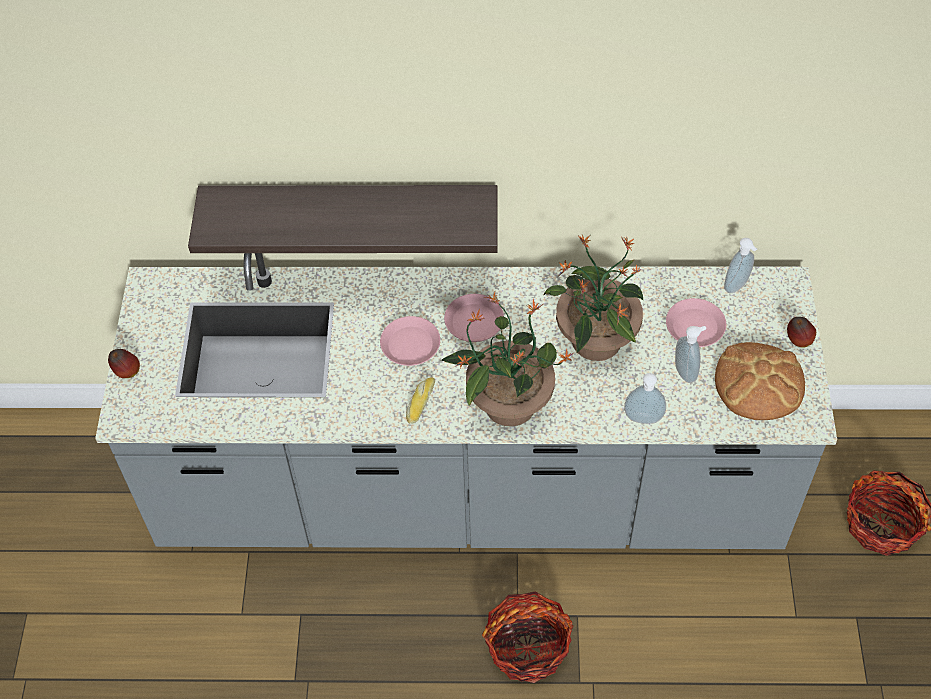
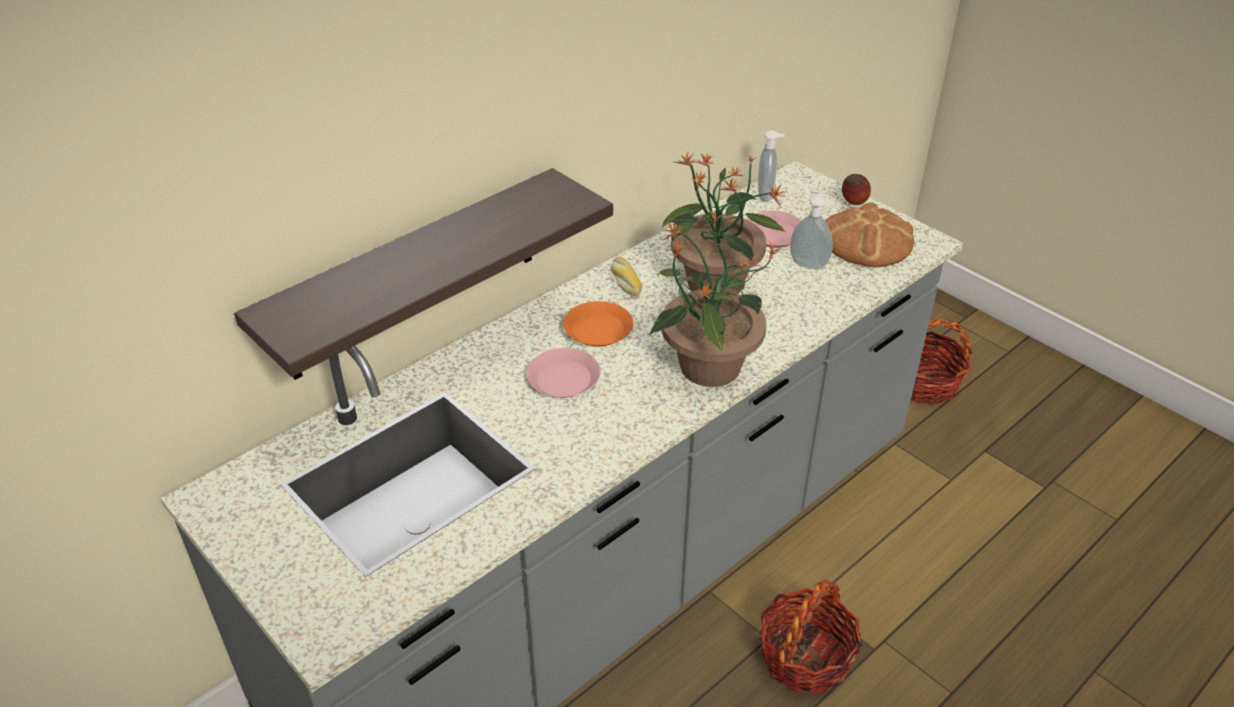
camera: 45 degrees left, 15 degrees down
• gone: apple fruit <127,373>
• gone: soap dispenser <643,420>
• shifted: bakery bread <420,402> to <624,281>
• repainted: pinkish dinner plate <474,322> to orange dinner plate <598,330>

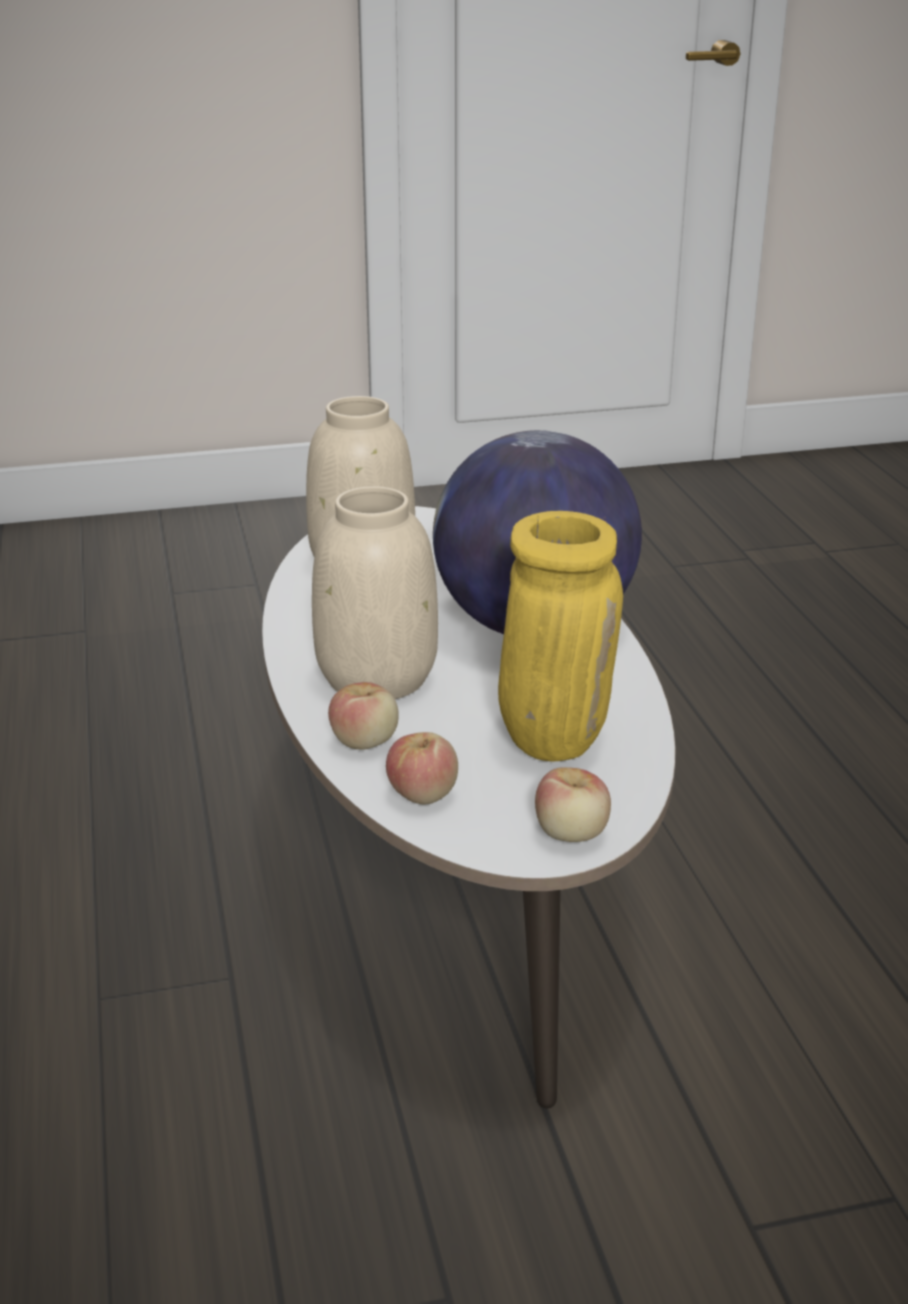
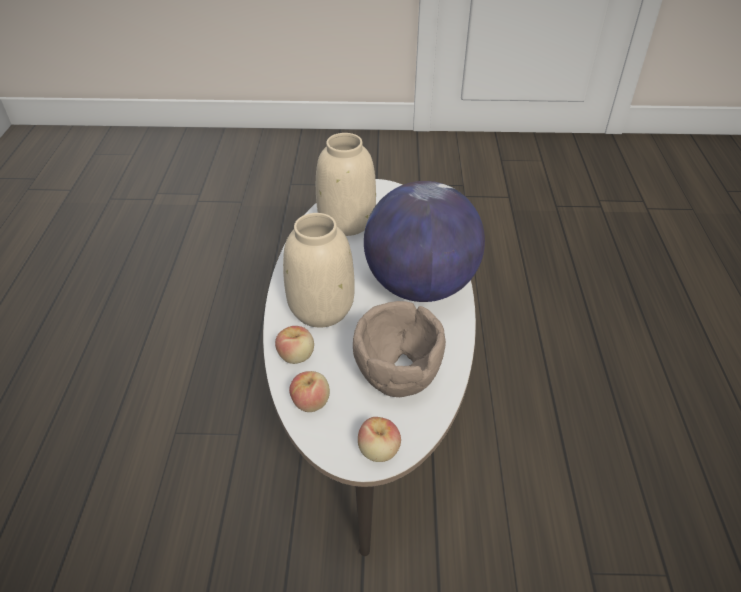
camera: 15 degrees right, 15 degrees up
• swapped: yellow flower vase <552,737> to brown serving bowl <397,373>

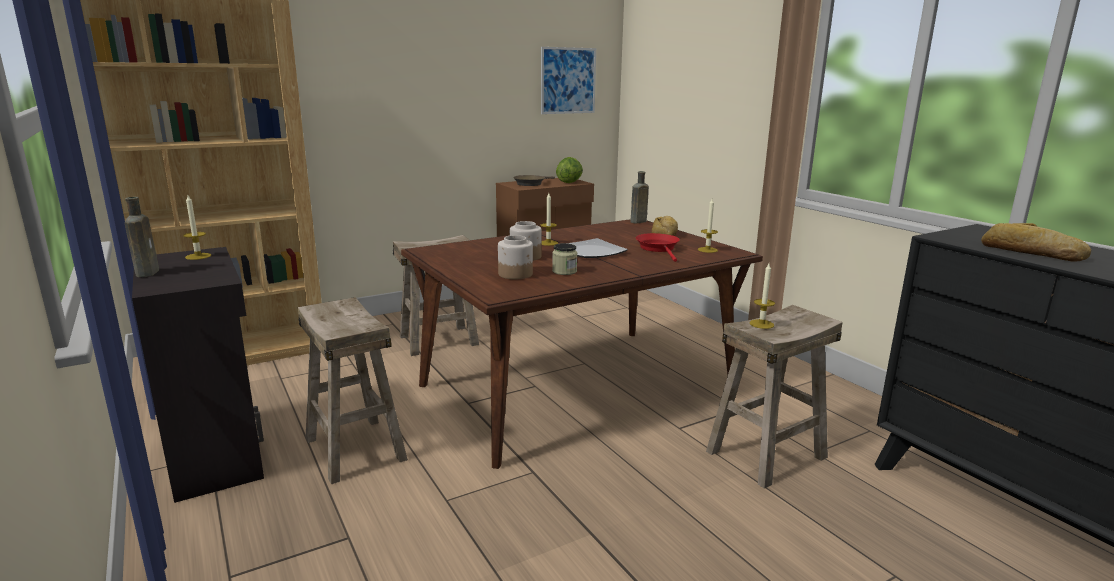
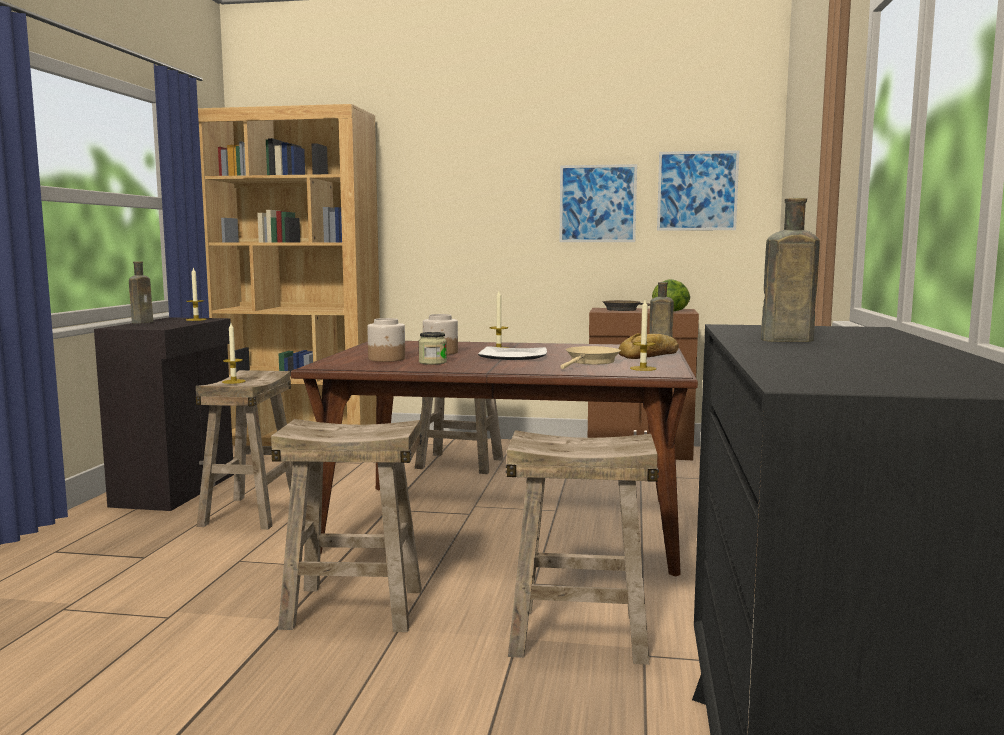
camera: 40 degrees right, 10 degrees down
• new: sand-coloured stool <352,608>
• new: picture <597,203>
• shifted: wax light <761,324> to <233,381>
• swapped: bakery bread <1030,252> to brown bottle <783,340>
• repainted: reddish frying pan <658,248> to sand-coloured frying pan <591,362>

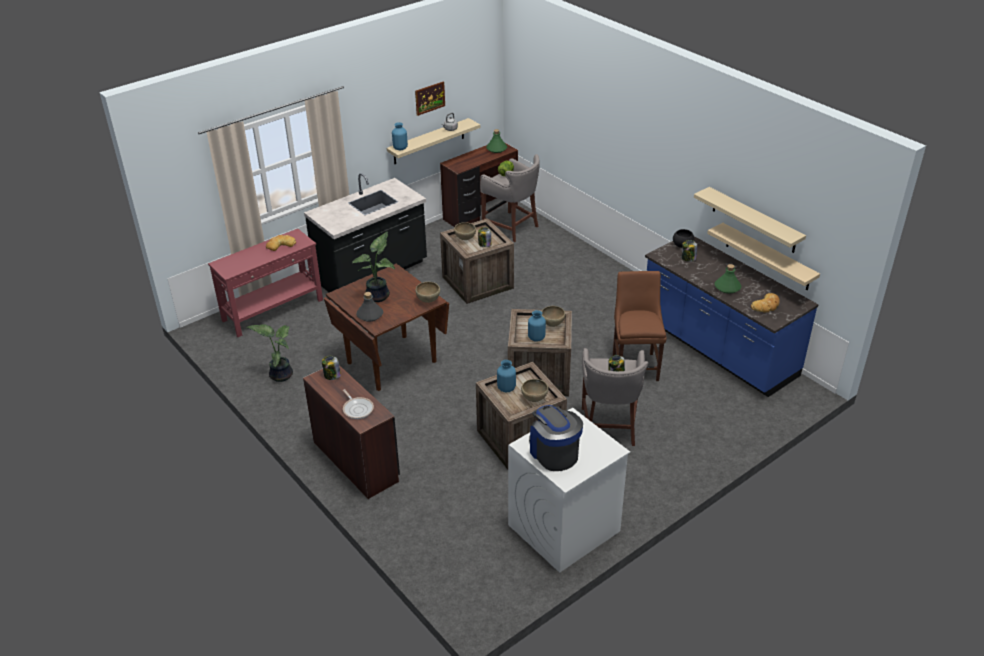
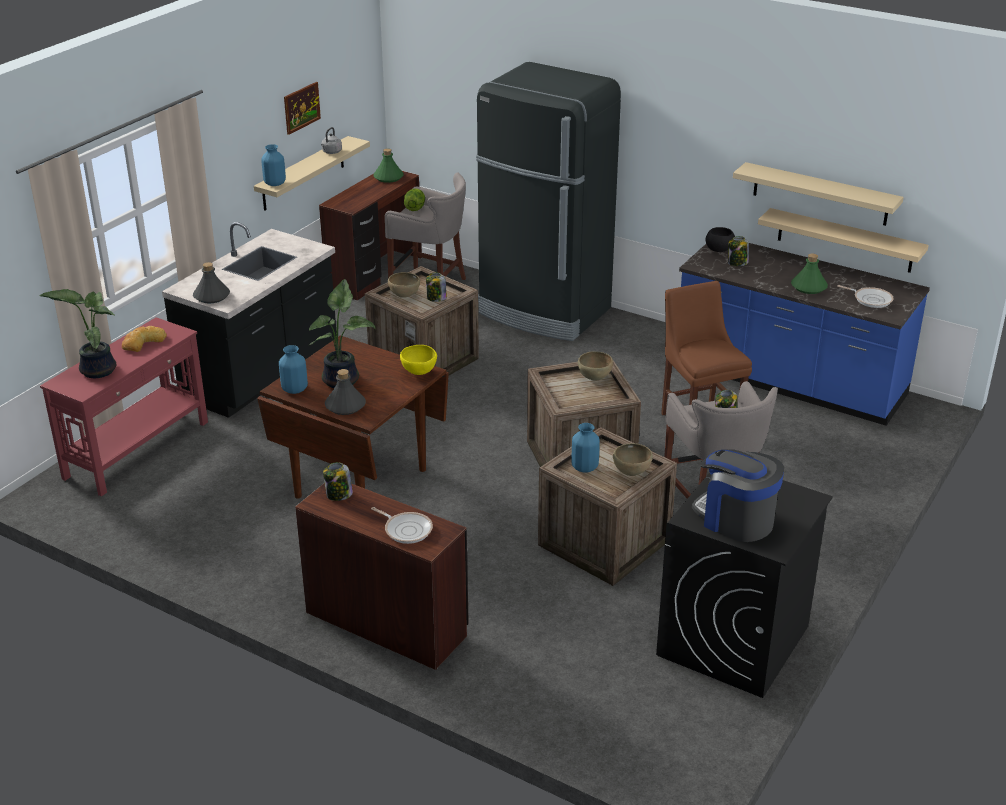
camera: 20 degrees left, 5 degrees down
• new: gray bottle <211,296>
• new: black fridge <544,312>
• shifted: plant in a pot <280,374> to <96,370>
• shifted: blue flower vase <536,338> to <294,389>
• swapped: bakery bread <766,305> to frying pan <870,299>
• repainted: brown serving bowl <428,300> to yellow serving bowl <418,373>
• repainted: whitish washing machine <563,528> to black washing machine <733,641>

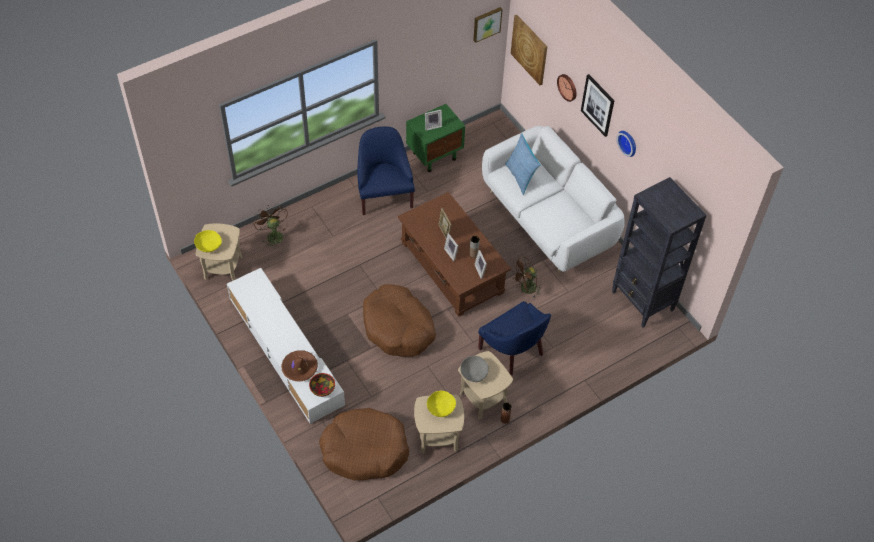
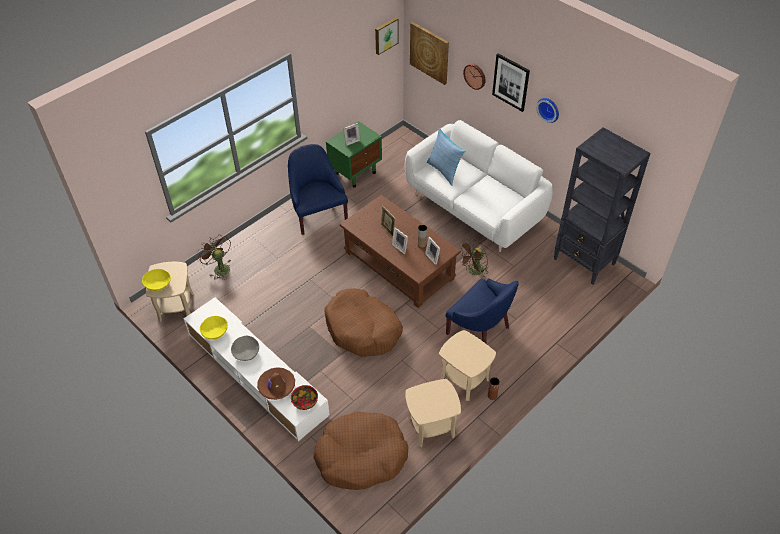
camera: 10 degrees left, 5 degrees down
• shifted: yellow serving bowl <441,408> to <215,332>
• shifted: gray serving bowl <474,373> to <246,352>

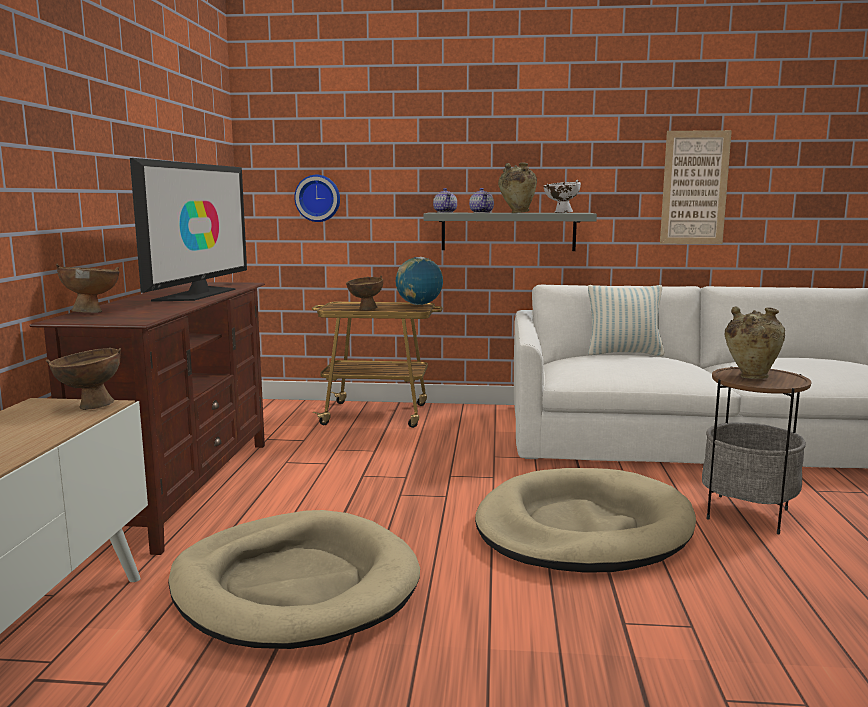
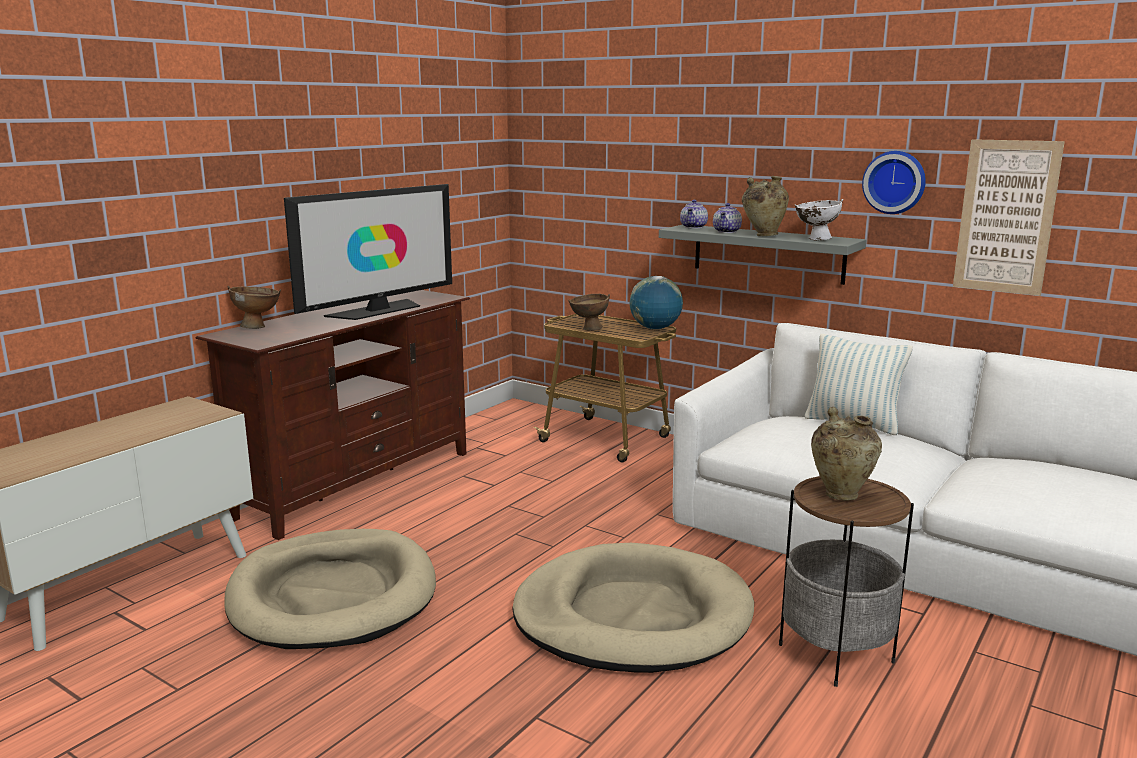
camera: 30 degrees right, 5 degrees up
• gone: brown serving bowl <88,406>
• shifted: clock on the wall <318,198> to <895,182>

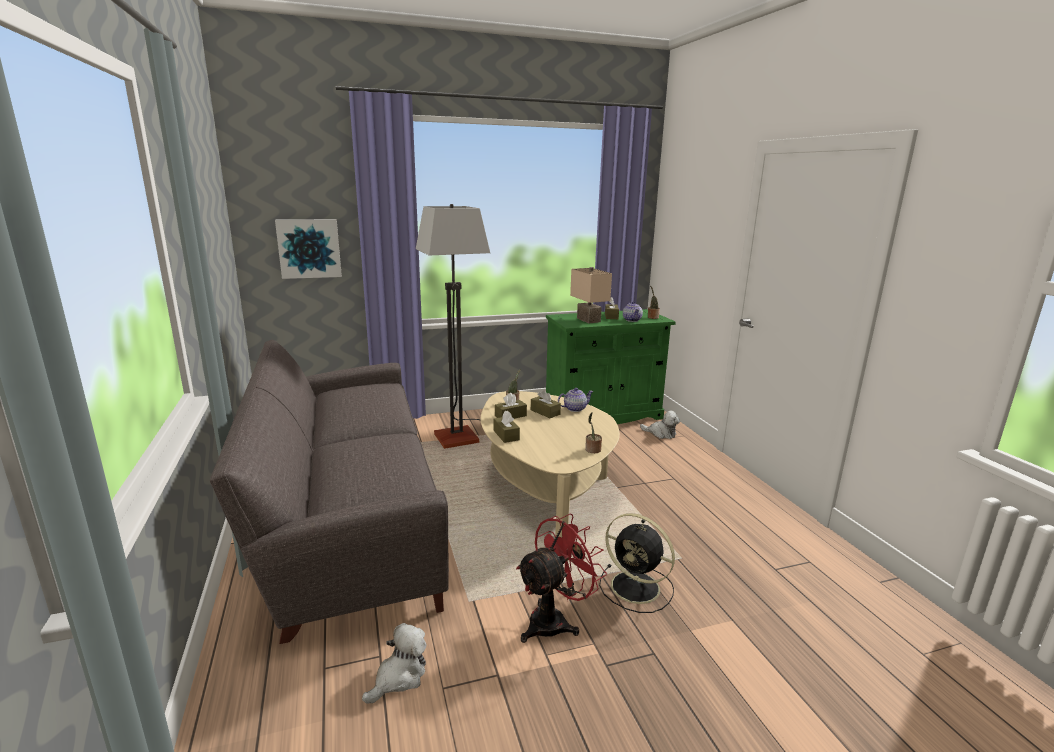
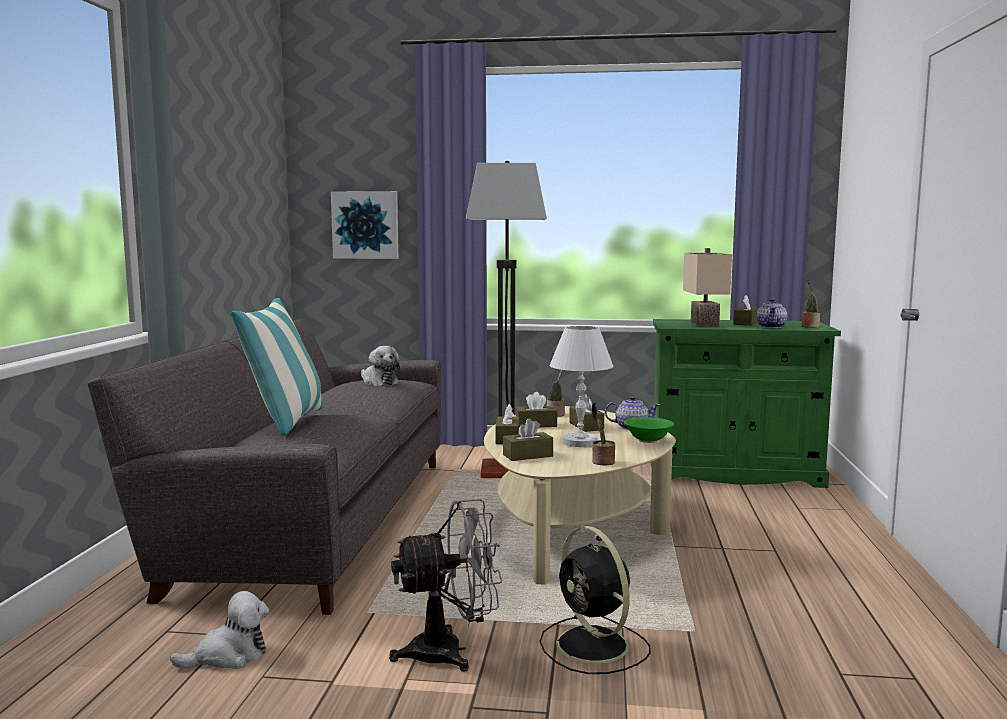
camera: 25 degrees right, 10 degrees down
• new: pillow <286,422>
• new: brown tissue box <527,455>
• new: whitish table lamp <580,442>
• new: green-coloured serving bowl <648,440>
• shifted: cuddly toy <661,433> to <378,382>
• repainted: reddish cooling fan <554,620> to gray cooling fan <450,651>

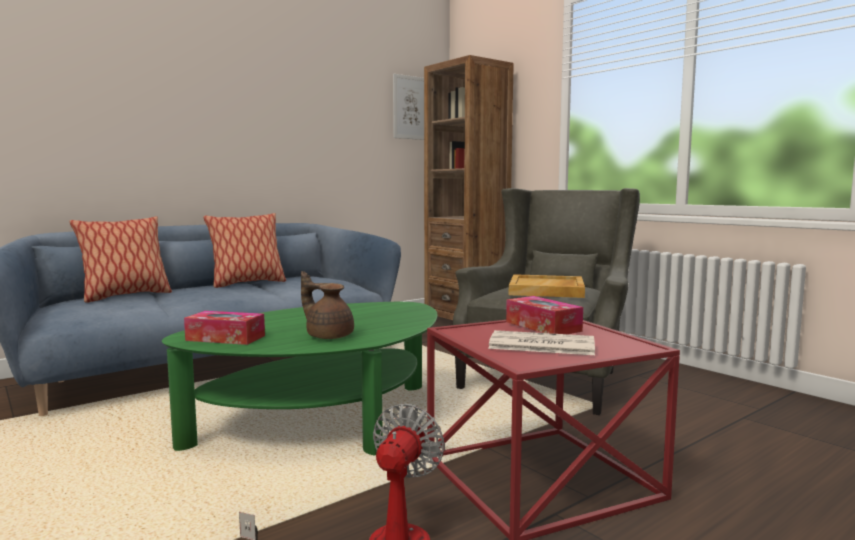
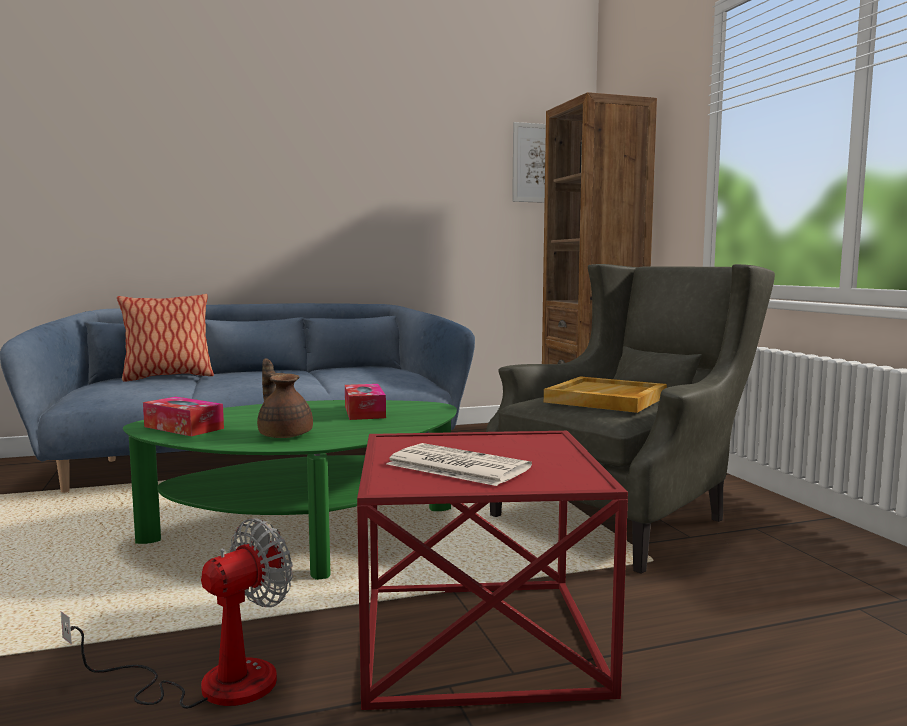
camera: 20 degrees right, 0 degrees up
• gone: pillow <247,283>
• shifted: tissue box <543,326> to <364,412>

